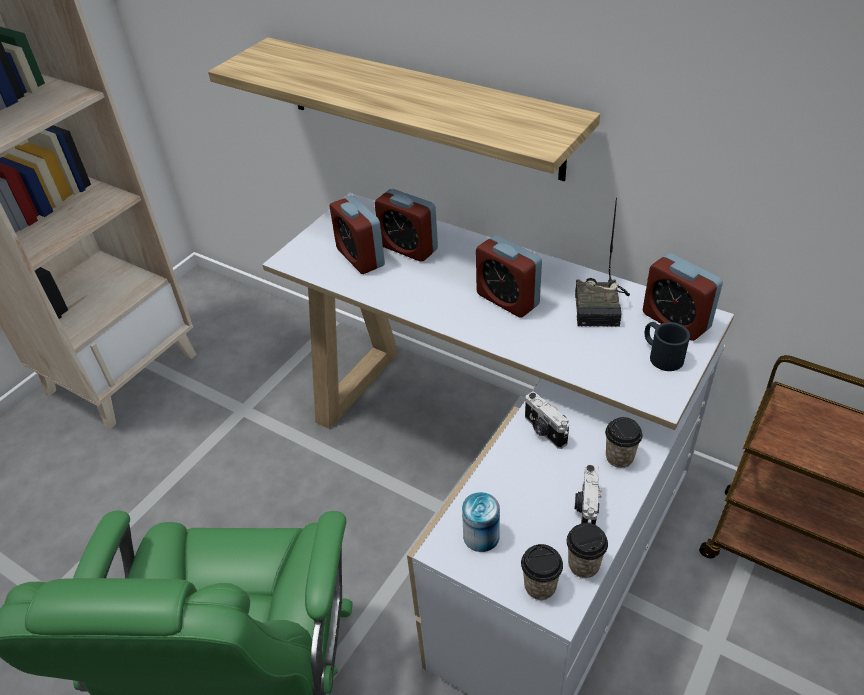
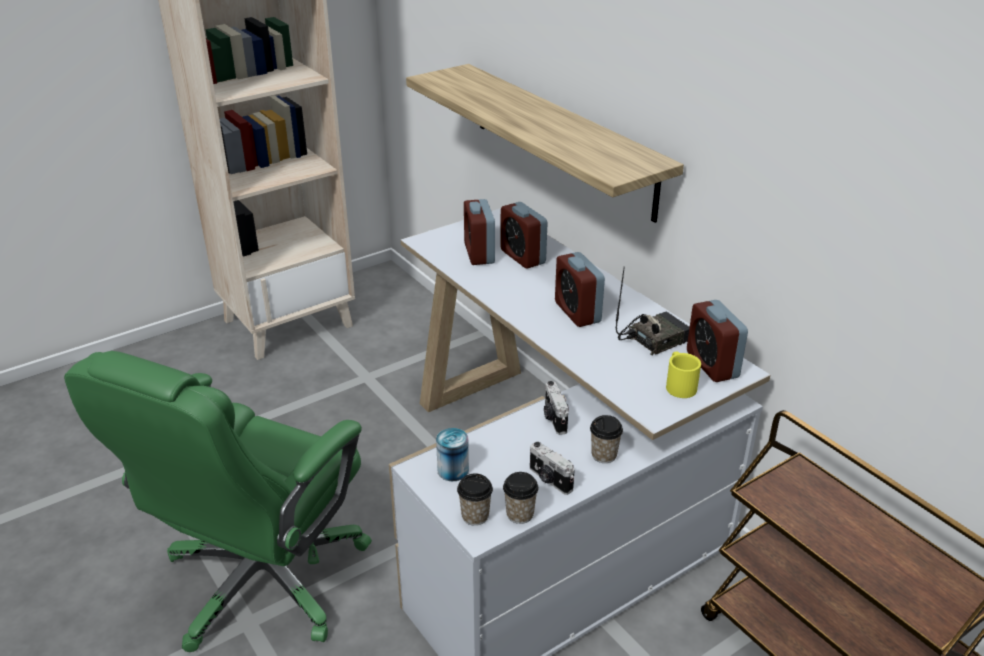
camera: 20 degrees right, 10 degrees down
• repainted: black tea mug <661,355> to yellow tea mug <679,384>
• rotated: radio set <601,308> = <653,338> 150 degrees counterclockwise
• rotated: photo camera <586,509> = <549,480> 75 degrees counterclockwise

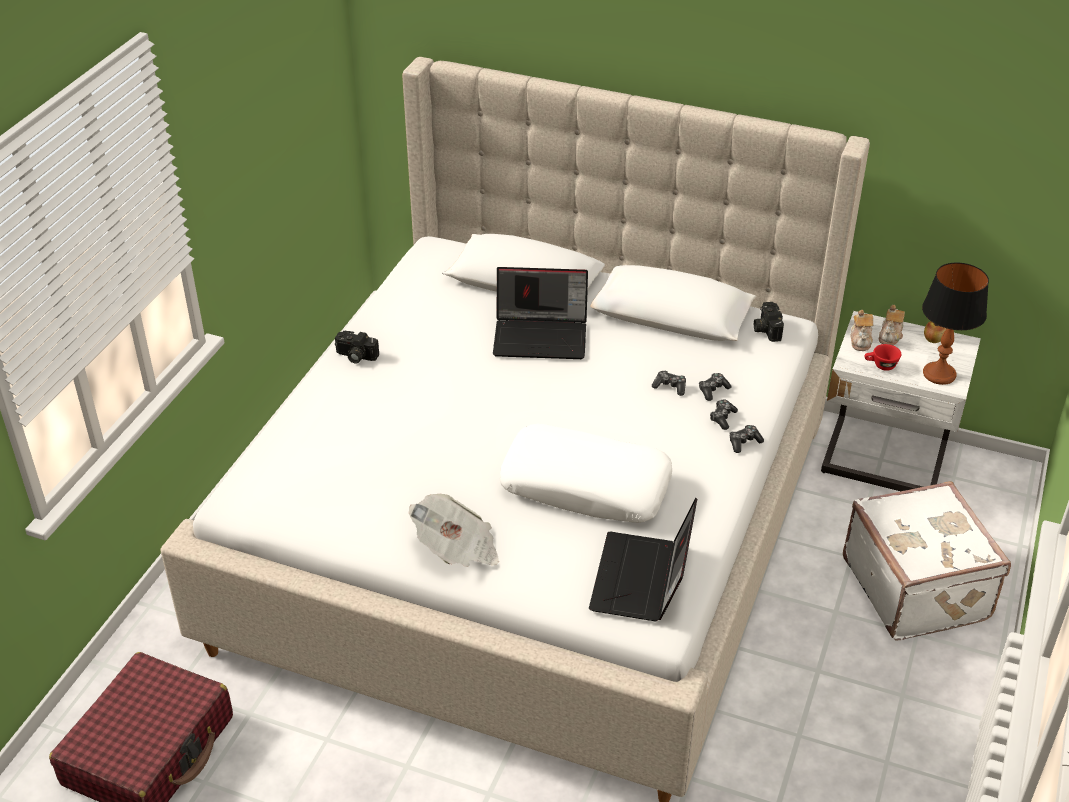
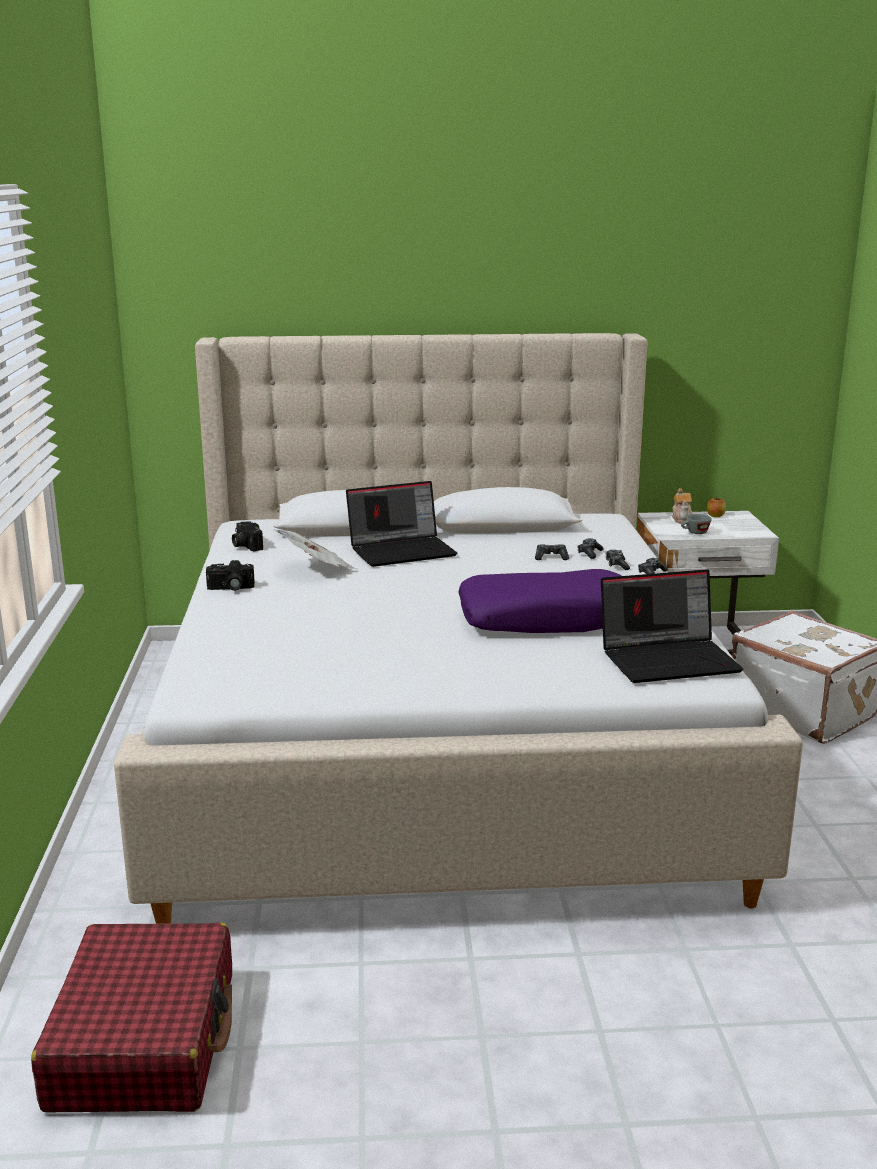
camera: 25 degrees left, 20 degrees down
• gone: pot for tea <861,341>
• gone: table lamp <939,375>
• shifted: daily paper <457,549> to <317,570>
• shifted: photo camera <766,329> to <245,545>
• repainted: whitish pillow <586,486> to purplish pillow <547,619>
• repainted: reddish small cup <880,365> to gray small cup <694,533>
• rotated: laptop <642,580> = <669,659> 90 degrees counterclockwise

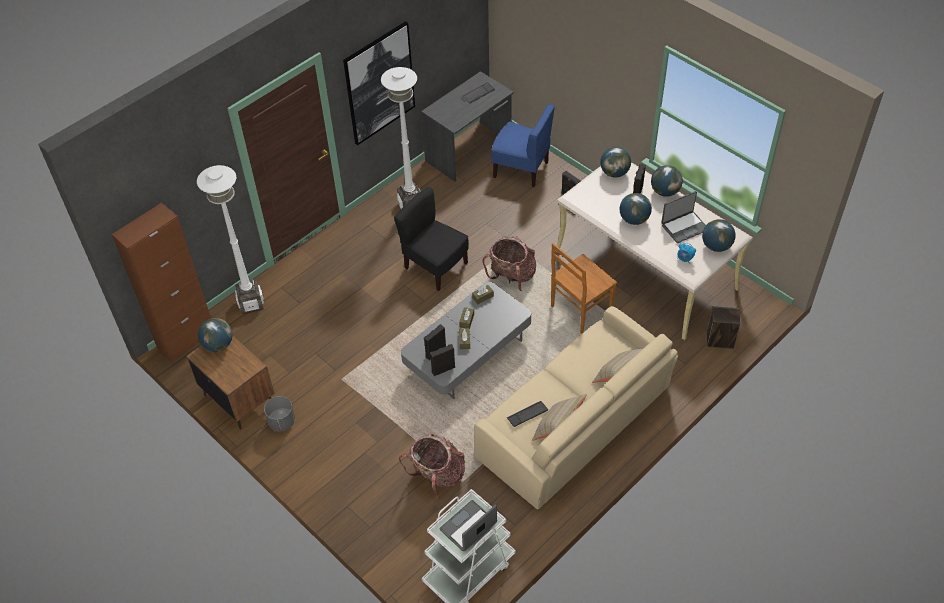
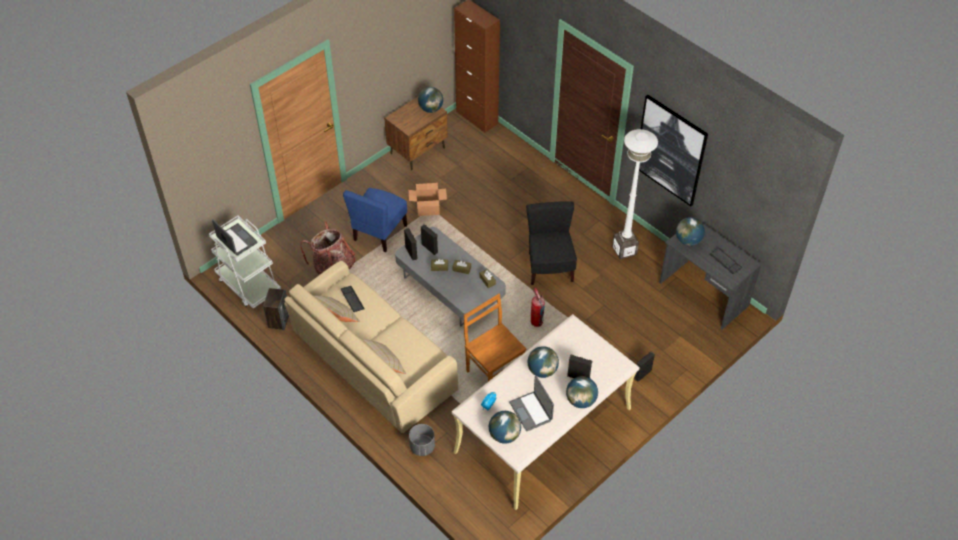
camera: 90 degrees right, 0 degrees up
• gone: whitish standard lamp <251,303>
• new: cardboard box <428,209>
• shifted: gray flower pot <282,422> to <422,447>
• shifted: blue chair <521,169> to <379,233>
• shifted: world globe <614,173> to <688,240>
• shifted: audio speaker <719,340> to <279,320>
• swapped: backpack <511,276> to fire extinguisher <536,322>
• rotated: black chair <435,266> = <549,267> 45 degrees counterclockwise

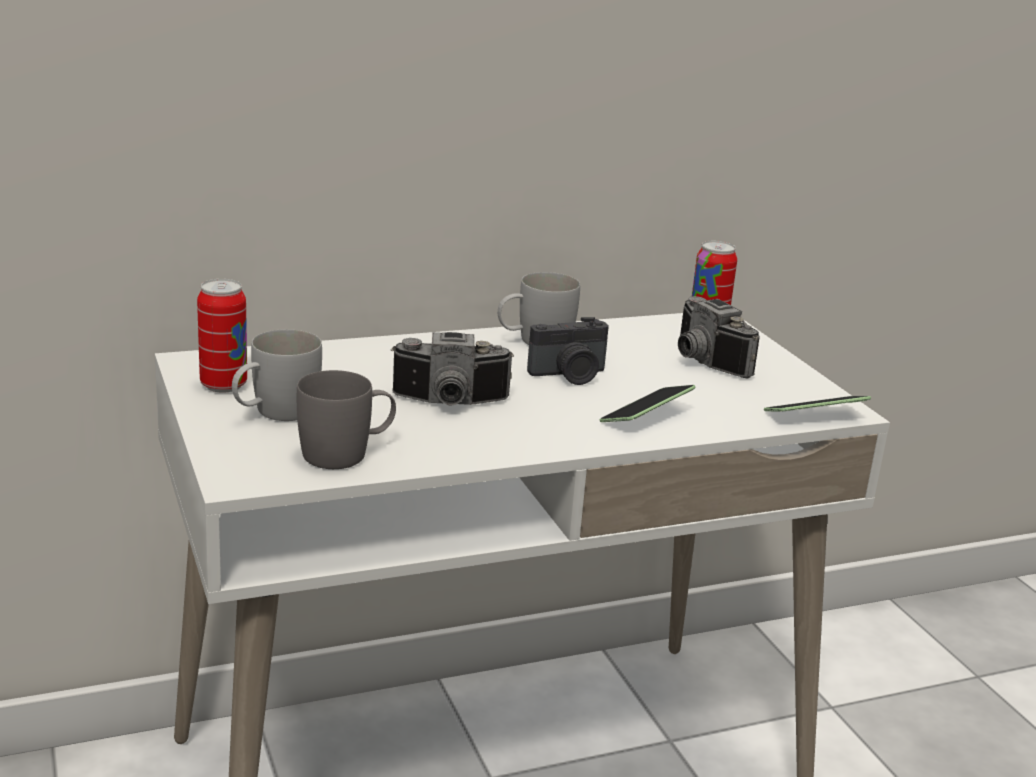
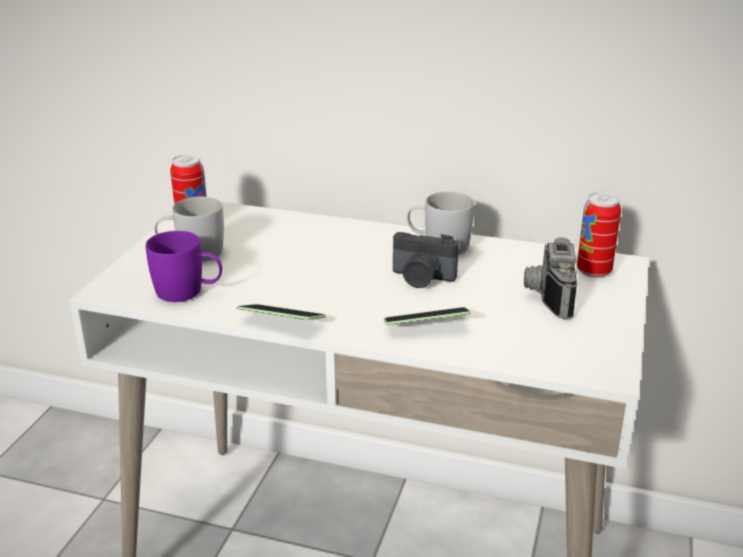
camera: 40 degrees right, 5 degrees up
• gone: photo camera <450,403>
• shifted: phone <814,417> to <281,322>
• repainted: gray tea mug <347,453> to purplish tea mug <188,292>

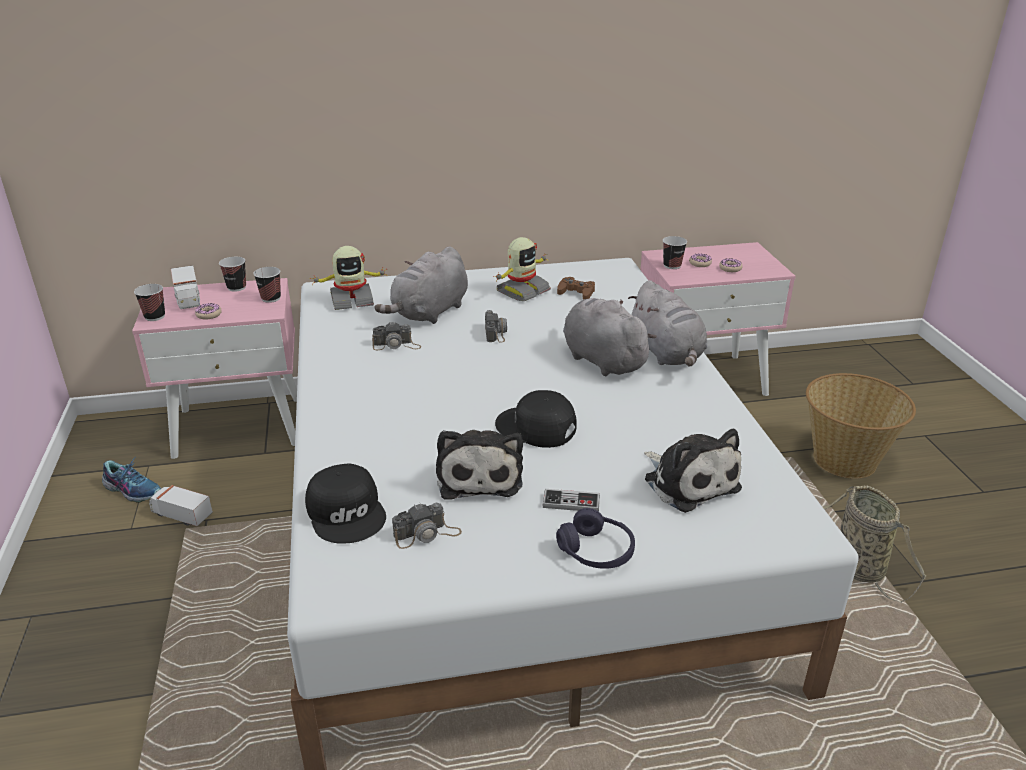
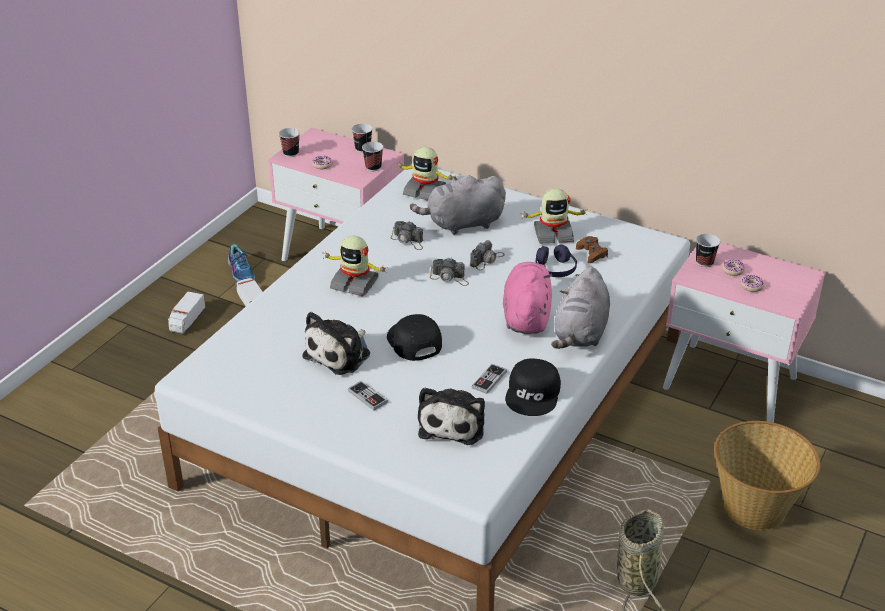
camera: 40 degrees right, 5 degrees up
• new: model robot <355,283>
• new: game controller <489,380>
• shifted: toy truck <188,299> to <187,321>
• shifted: black cap <347,512> to <534,394>
• shifted: photo camera <427,534> to <450,278>
• shifted: purplish pair of headphones <596,551> to <555,269>
• repainted: gray cuddly toy <601,360> to pinkish cuddly toy <526,316>

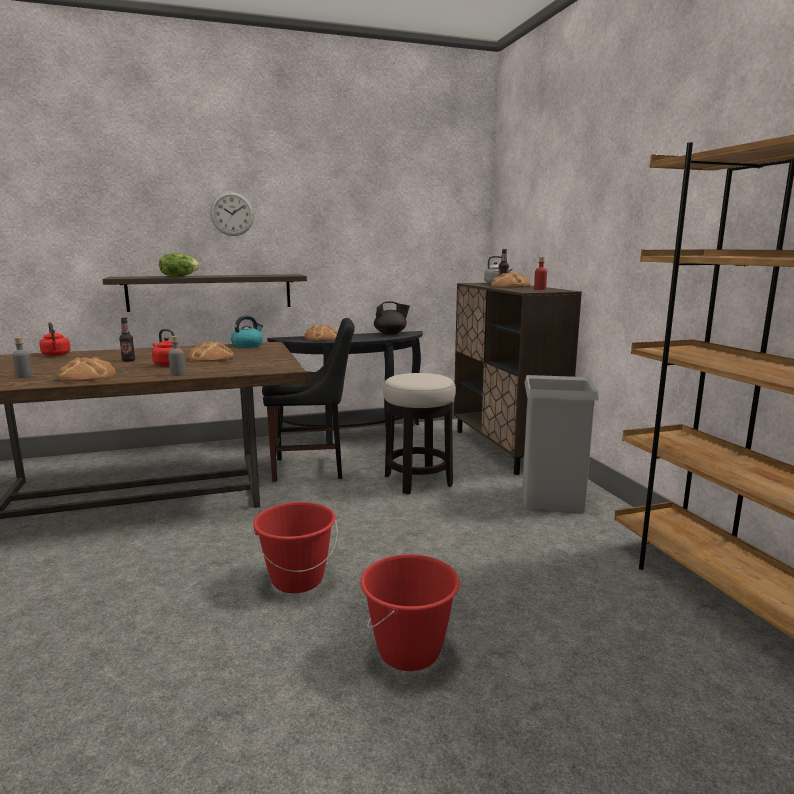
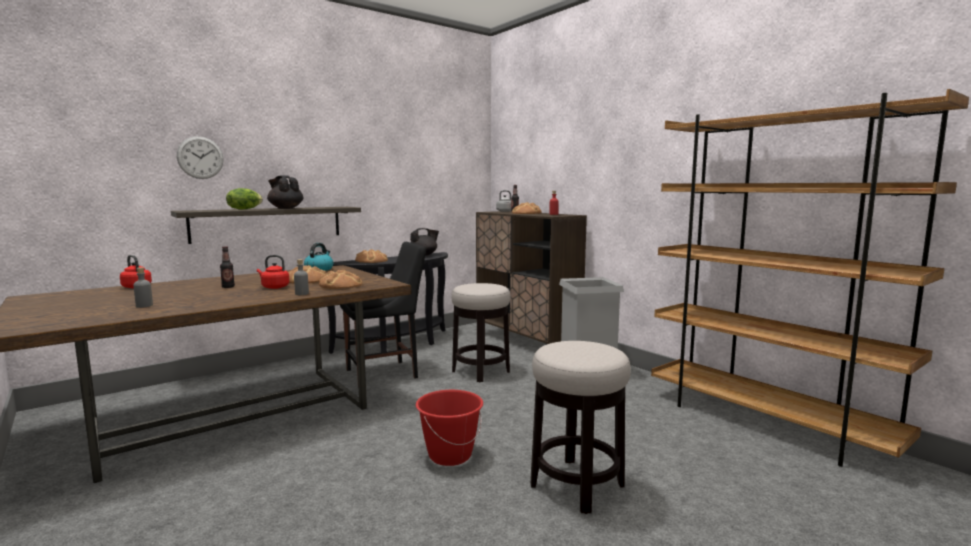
camera: 20 degrees left, 5 degrees down
• new: black pot for tea <285,208>
• shifted: bakery bread <87,376> to <340,285>
• shifted: clock on the wall <232,214> to <200,157>
• swapped: reddish pail <409,651> to stool <577,485>

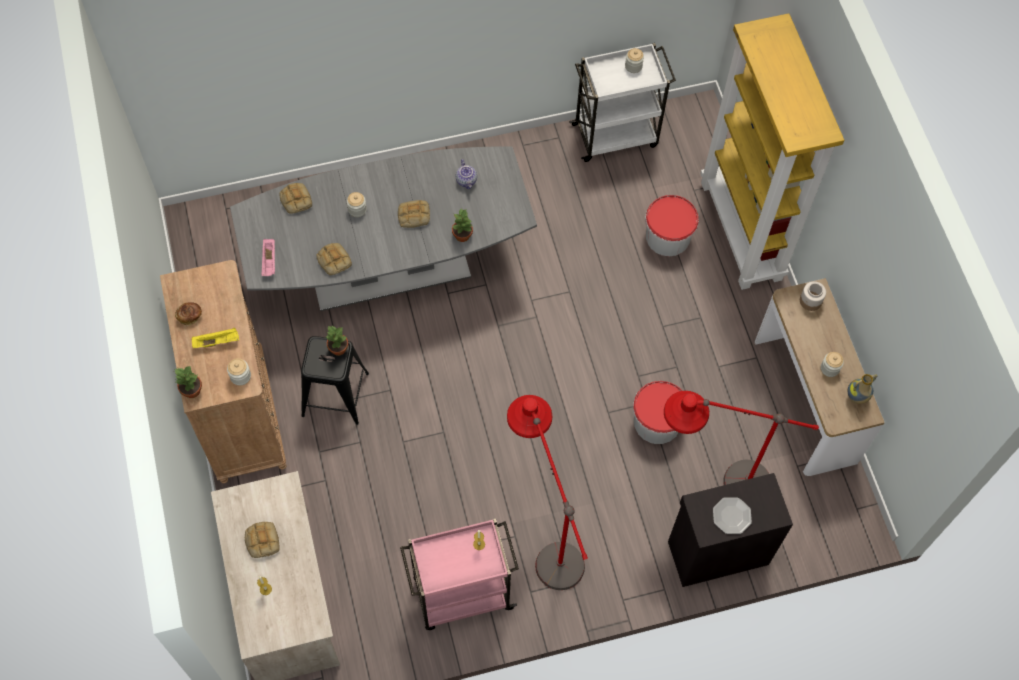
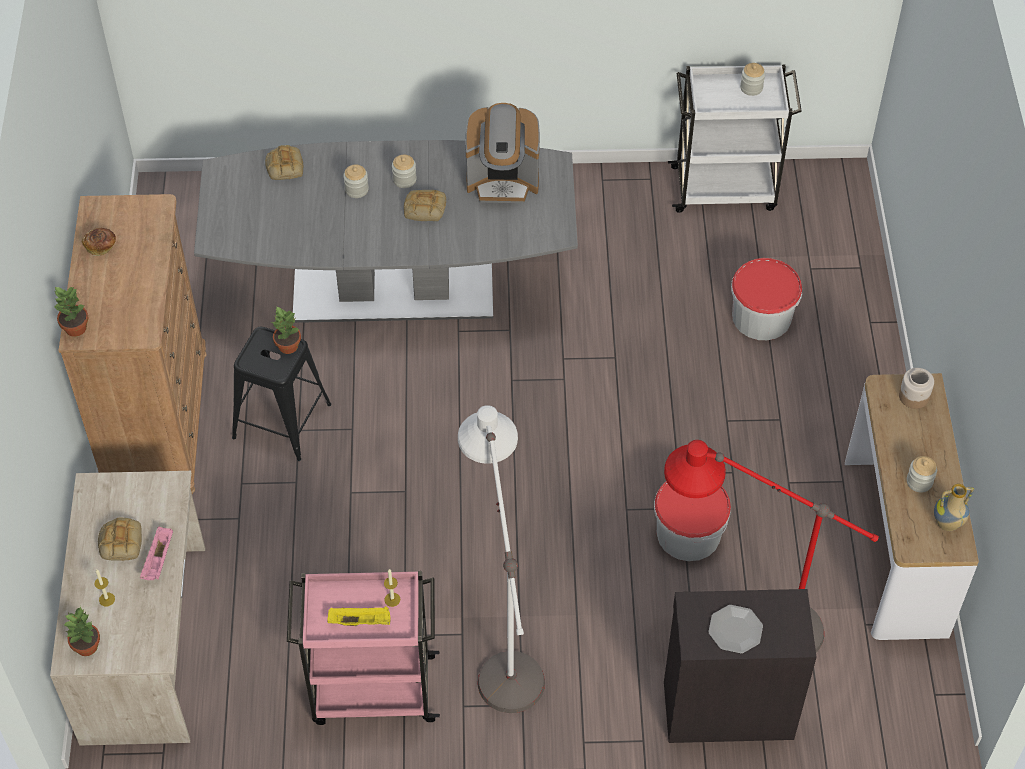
camera: 15 degrees right, 10 degrees down
• gone: bakery bread <333,260>
• gone: yellow shelving unit <742,231>
• shifted: yellow tray <217,342> to <361,621>
• shifted: storage jar <240,376> to <404,179>
• shifted: pinkish tray <269,261> to <159,560>
• shifted: plant in a pot <463,235> to <87,646>
• swapped: pot for tea <467,180> to coffee brewer <503,181>
• repainted: reddish standard lamp <545,535> to whitish standard lamp <502,640>

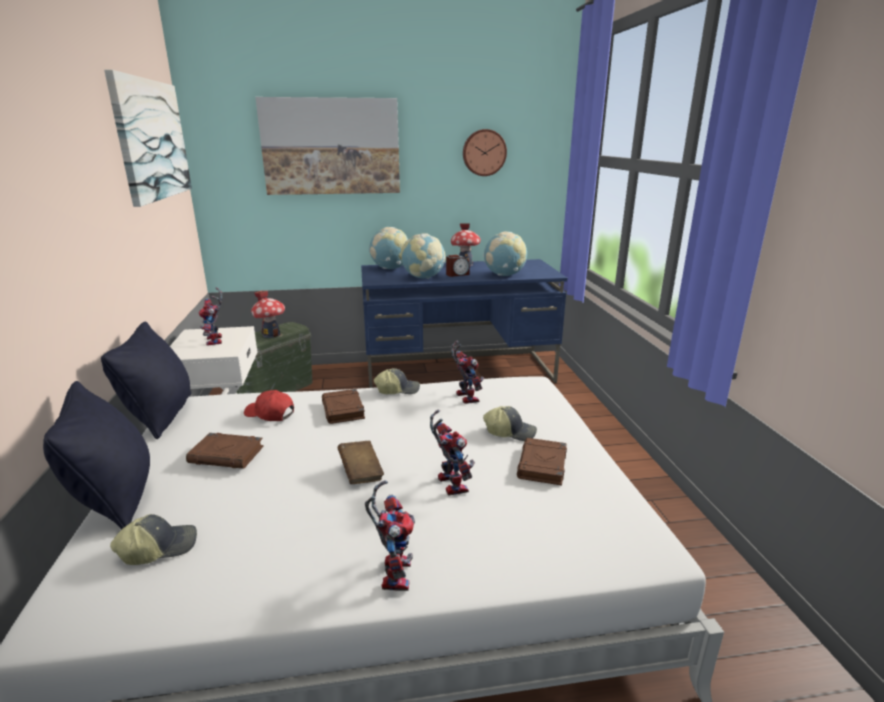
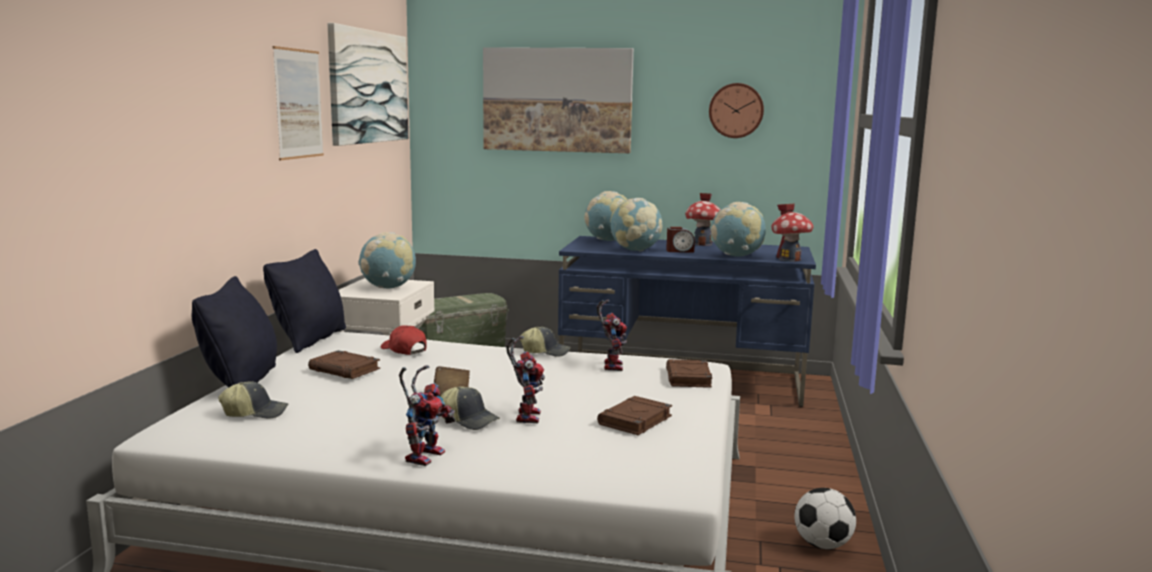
camera: 20 degrees right, 10 degrees down
• new: picture <298,104>
• new: football <822,545>
• shifted: toy house <271,334> to <789,259>
• shifted: brown bound book <343,410> to <688,378>
• shifted: cap <510,432> to <469,420>
• swapped: model robot <216,341> to world globe <388,288>

